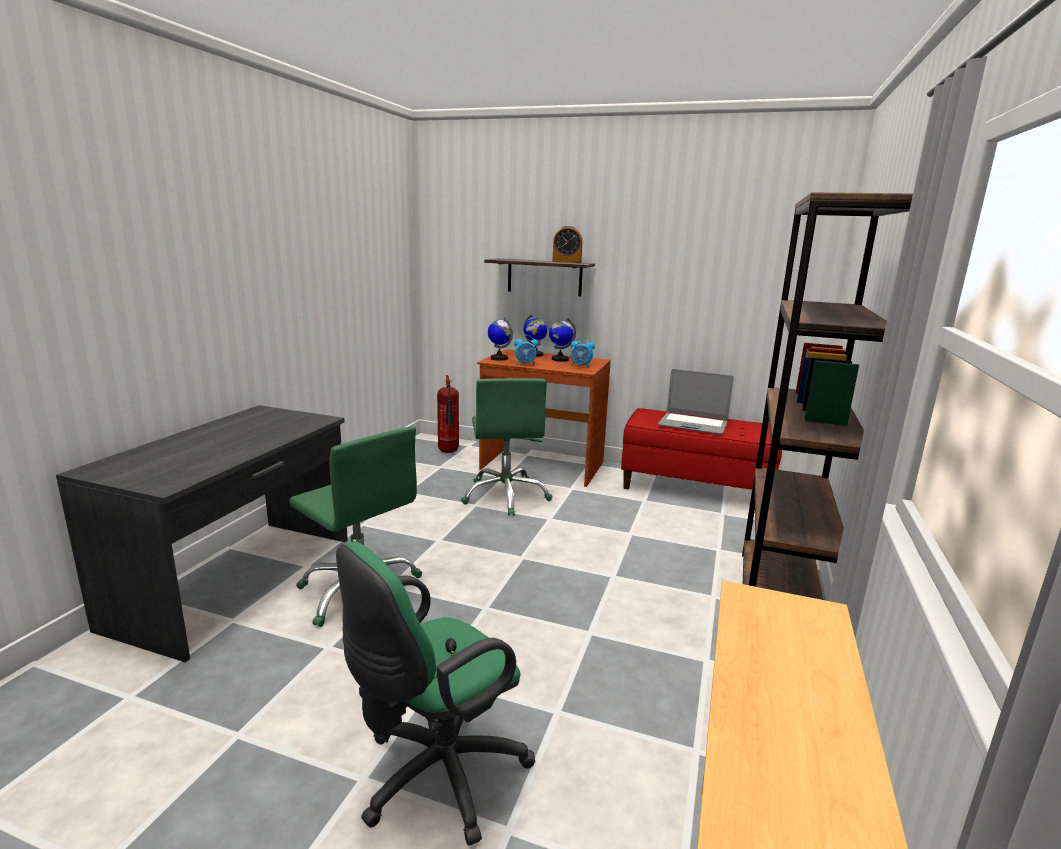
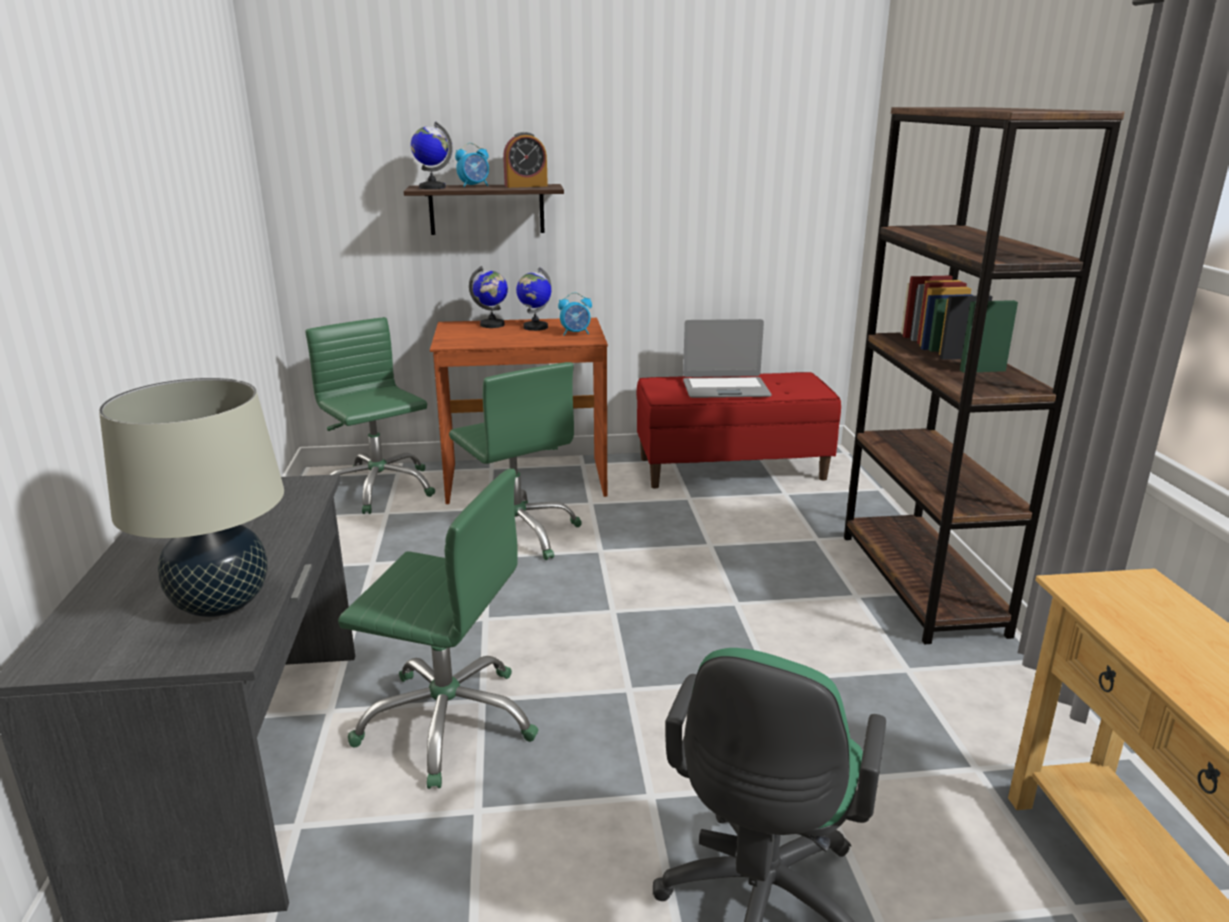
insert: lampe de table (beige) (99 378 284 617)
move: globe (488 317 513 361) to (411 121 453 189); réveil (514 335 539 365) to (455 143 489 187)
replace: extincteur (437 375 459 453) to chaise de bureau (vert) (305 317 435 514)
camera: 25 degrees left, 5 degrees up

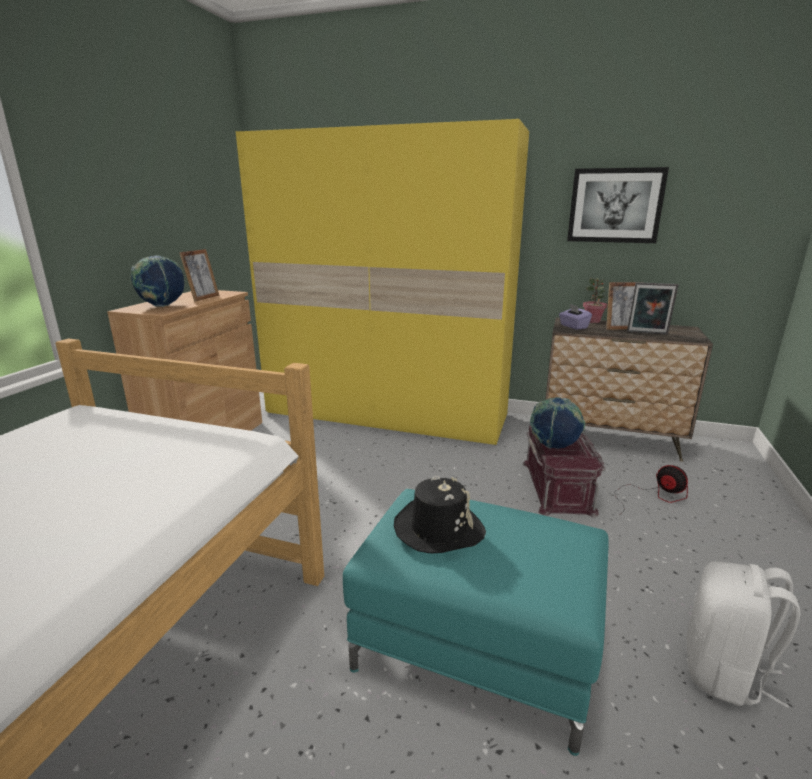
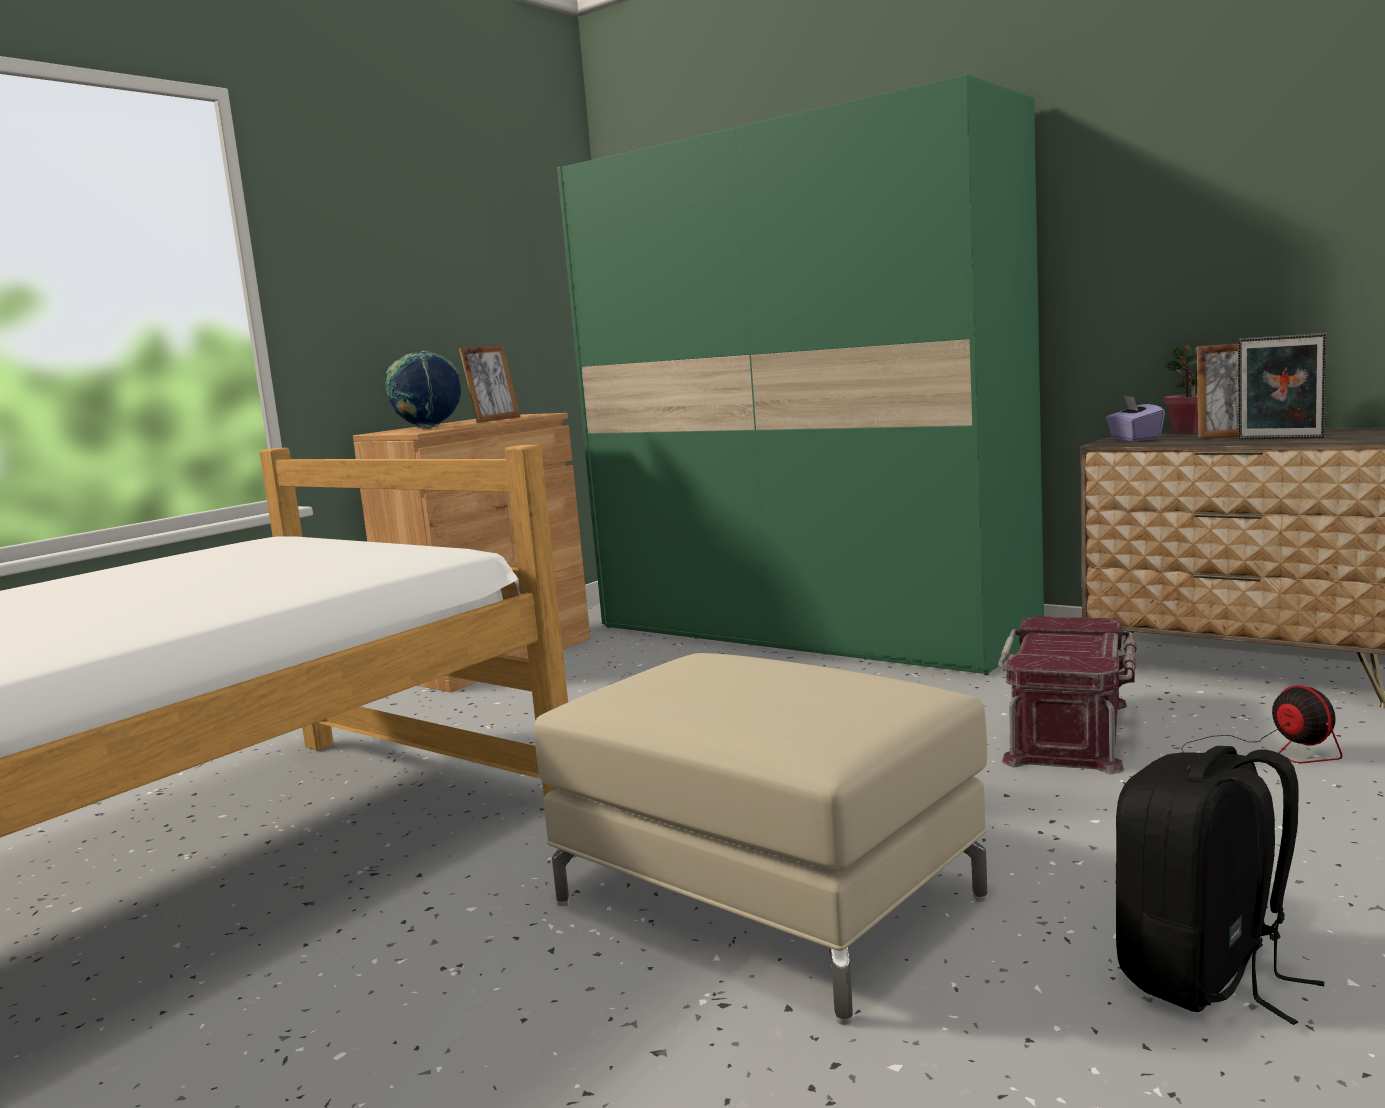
delete: chapeau (noir) (394 476 486 553); globe (530 397 585 449); tableau (567 167 669 243)
recolor: pouf (turquoise) (343 489 609 756) to pouf (beige) (534 653 987 1025); armoire (jaune) (236 119 529 445) to armoire (vert) (557 74 1044 675); sac à dos (blanc) (686 562 800 708) to sac à dos (noir) (1115 746 1324 1025)
camera: 20 degrees right, 10 degrees down

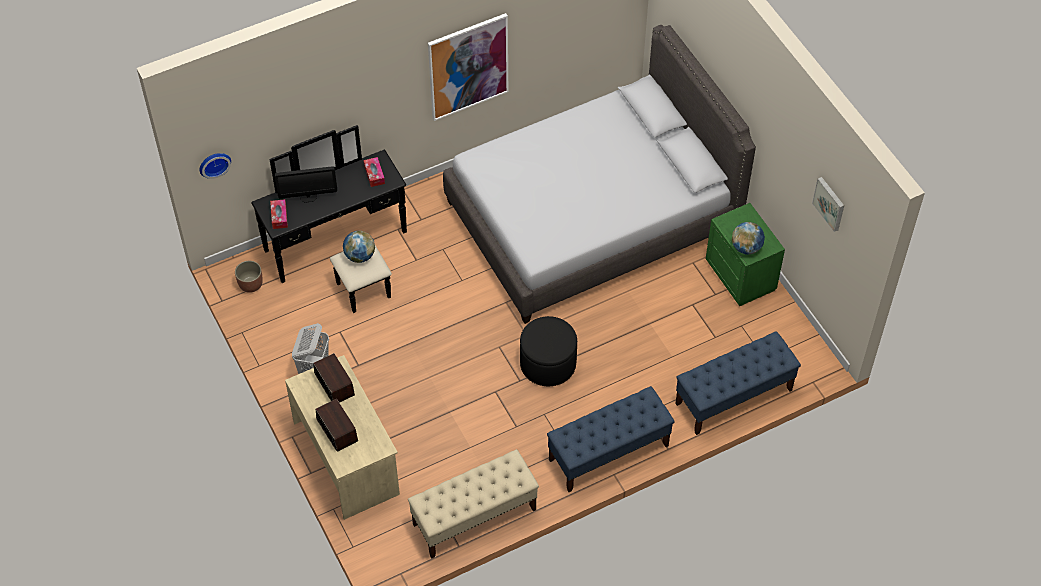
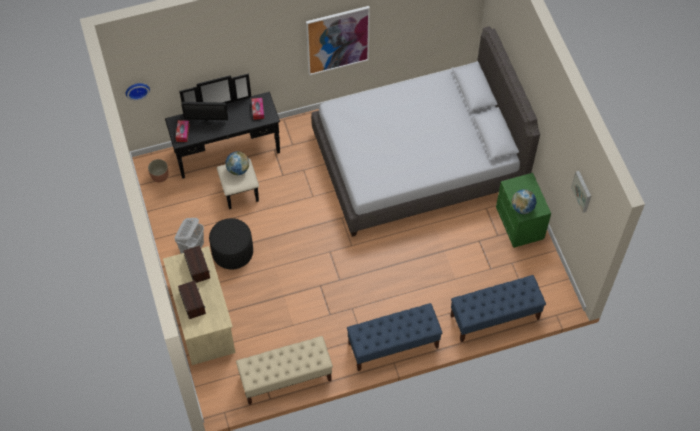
move: pouf (noir) (520 316 577 386) to (209 218 253 269)
camera: 10 degrees right, 5 degrees up

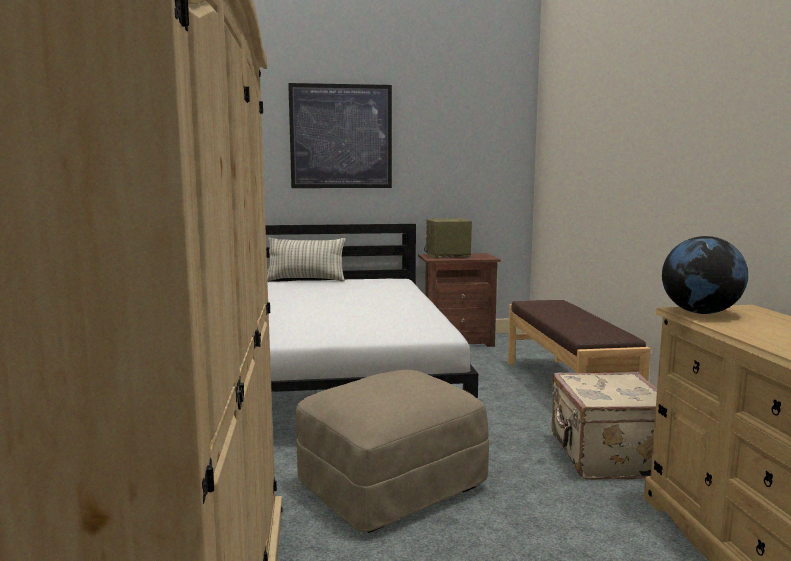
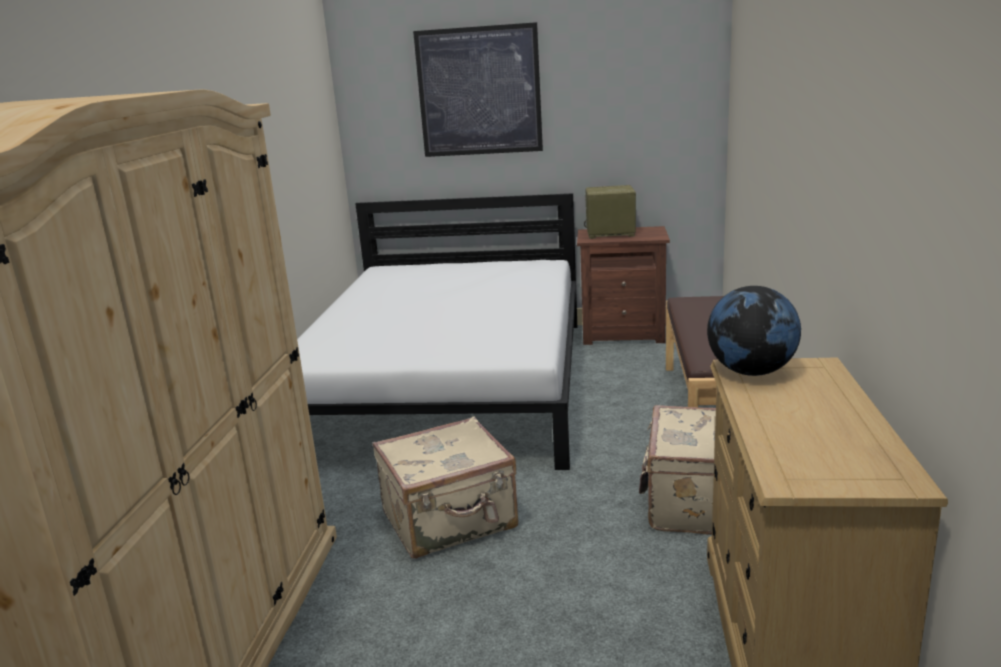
delete: coussin (267 238 346 281)
replace: pouf (beige) (296 370 489 533) to valise (beige) (372 416 518 559)
camera: 15 degrees right, 10 degrees up

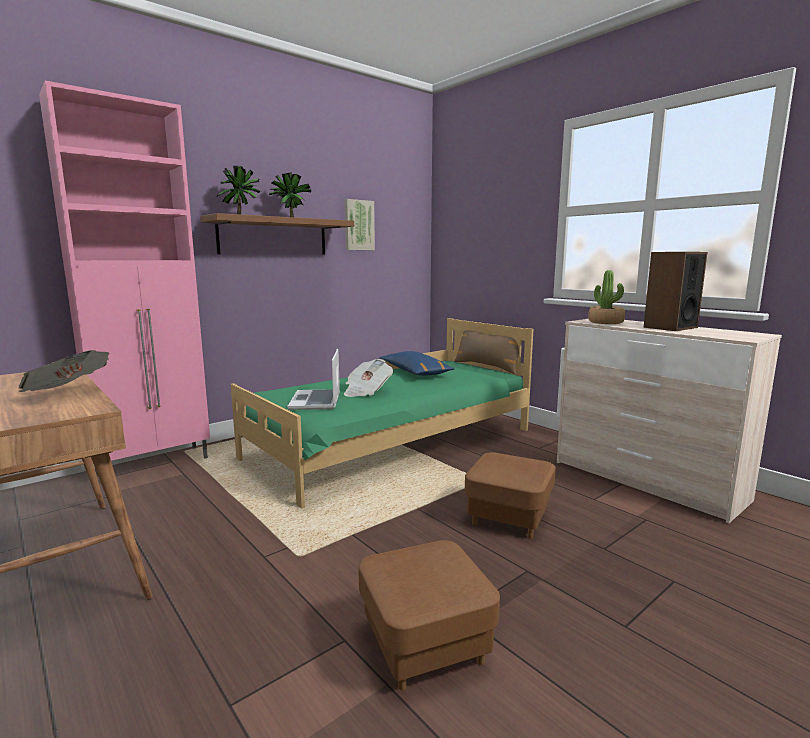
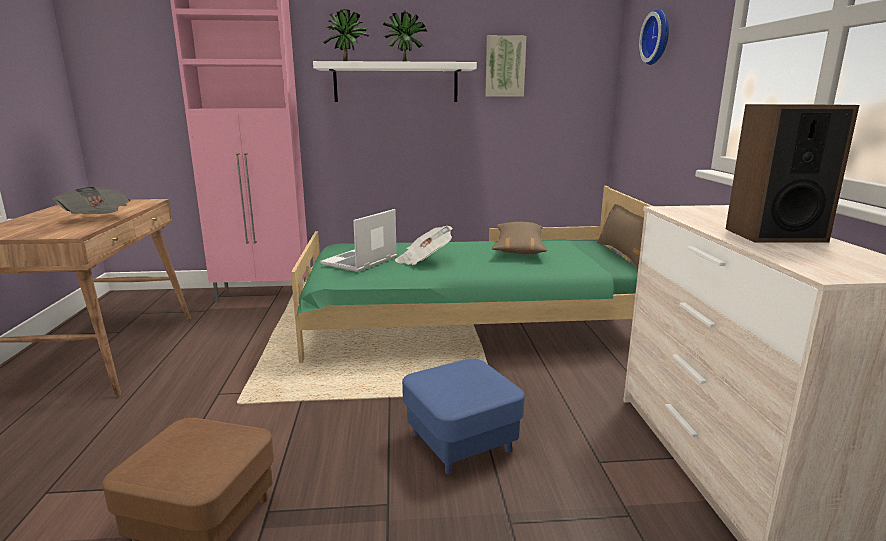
delete: plante en pot (588 270 625 324)
insert: horloge murale (639 9 669 65)
recolor: étagère (marron) (200 213 354 255) to étagère (blanc) (313 61 477 102); pouf (marron) (465 452 556 539) to pouf (bleu) (402 358 525 474); coussin (bleu) (379 351 455 376) to coussin (marron) (492 222 547 255)
camera: 35 degrees right, 5 degrees up

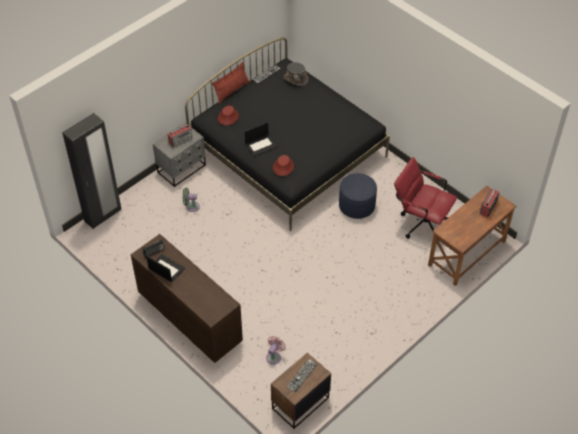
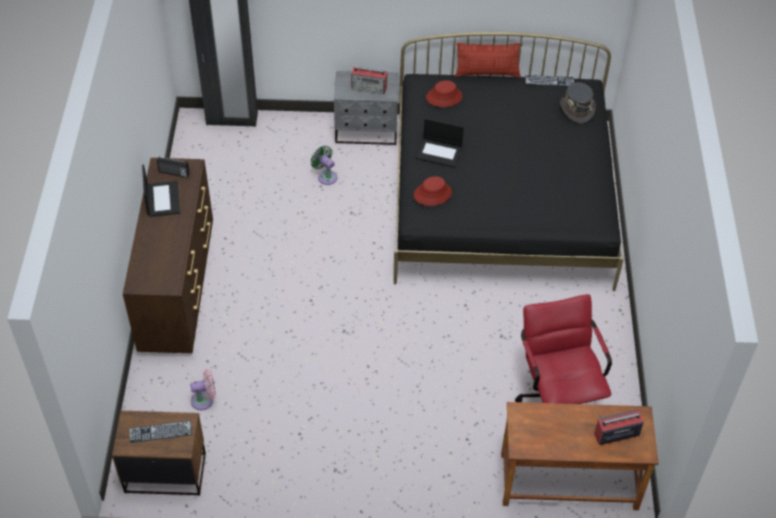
delete: pouf (bleu) (339 173 377 219)
camera: 45 degrees right, 0 degrees up

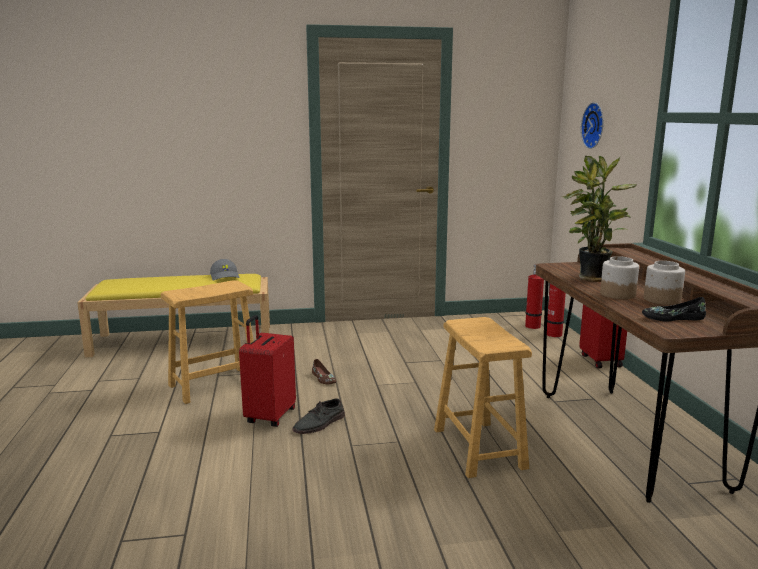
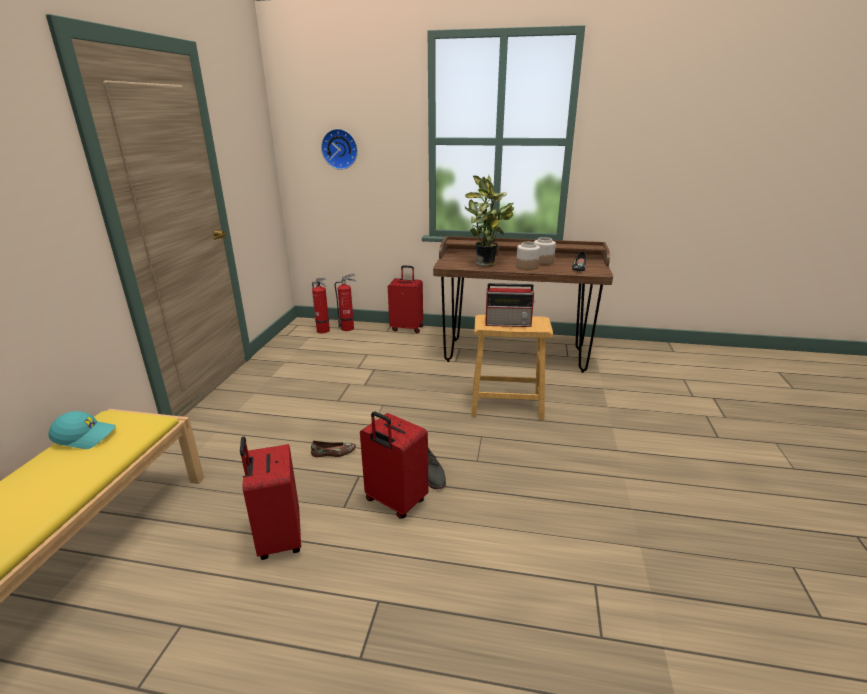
insert: radio (486 283 535 327)
replace: tabouret (marron) (161 280 254 404) to valise (rouge) (240 437 301 560)
recolor: casquette (gris) (210 259 240 280) to casquette (turquoise) (48 411 116 449)
camera: 70 degrees left, 10 degrees up

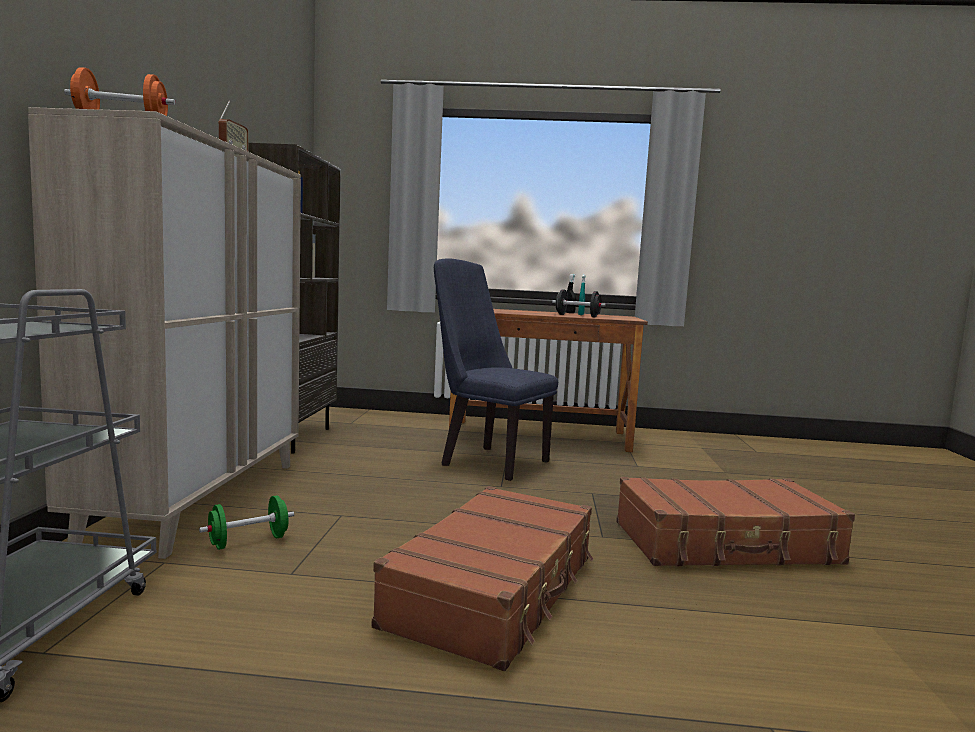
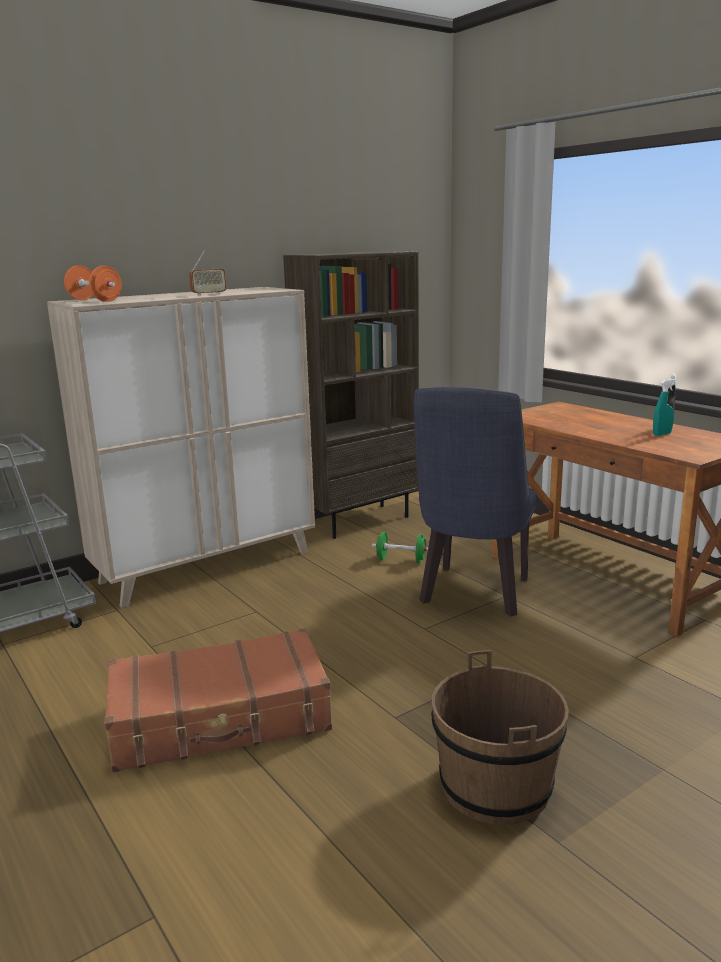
delete: haltère (noir) (552 289 606 317)
move: haltère (vert) (199 495 294 550) to (372 532 428 563)
replace: valise (marron) (616 477 855 567) to seau (marron) (431 650 569 825)
rotate: chaise (bleu) (434 258 558 481) = (414 387 537 616) 150 degrees counterclockwise
camera: 50 degrees right, 10 degrees up

